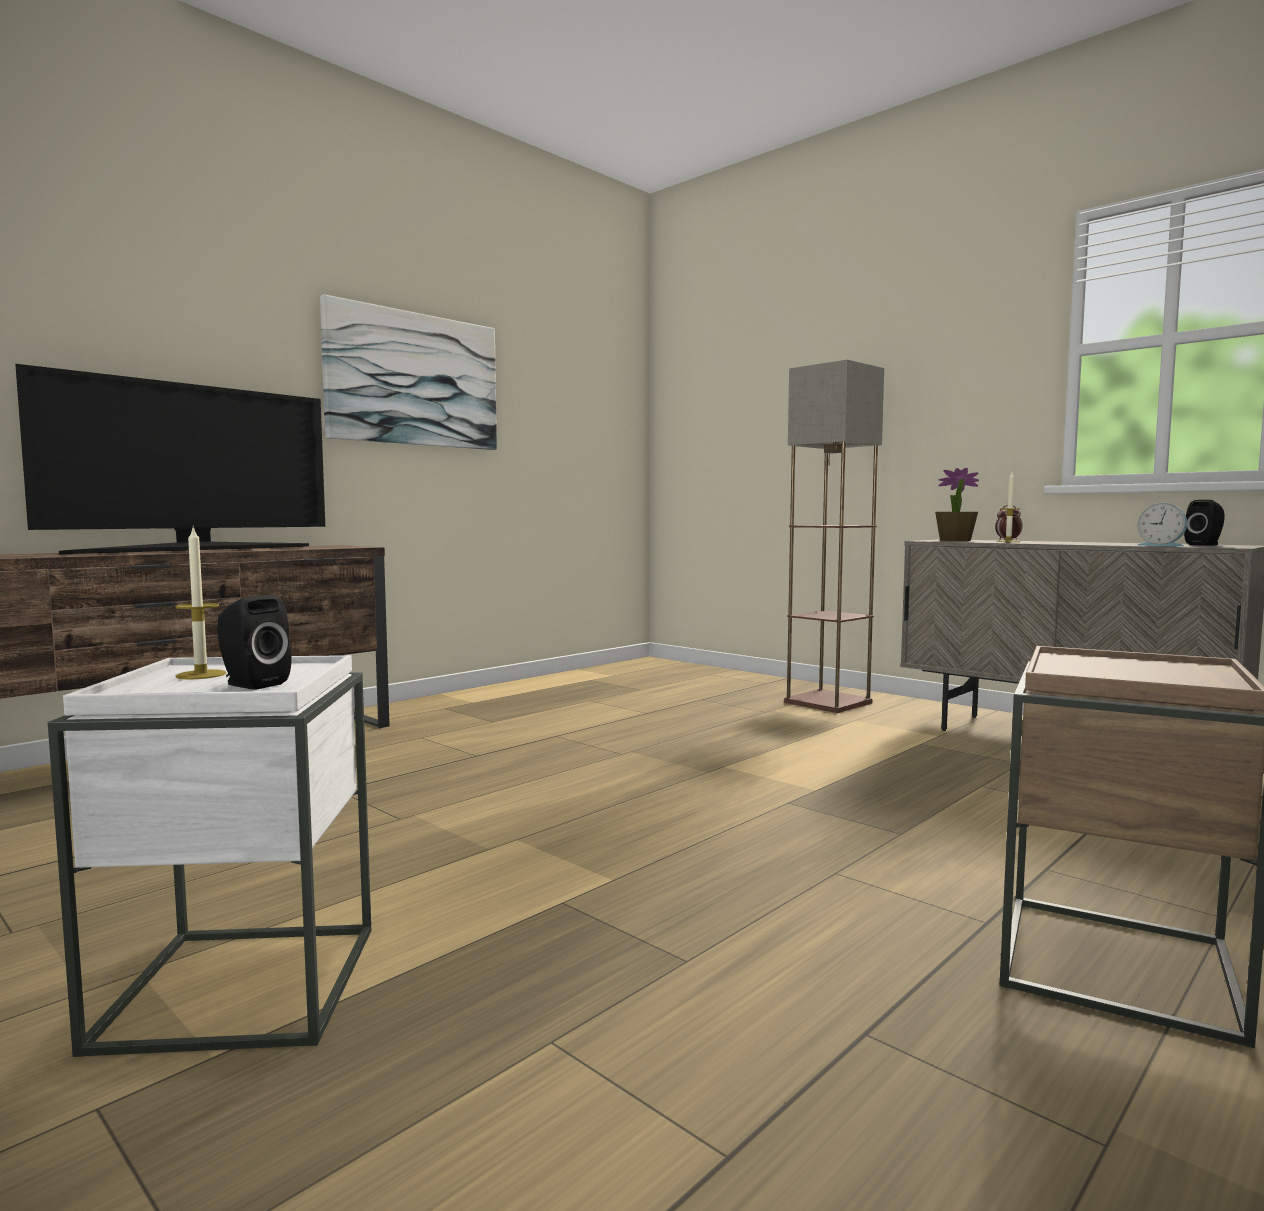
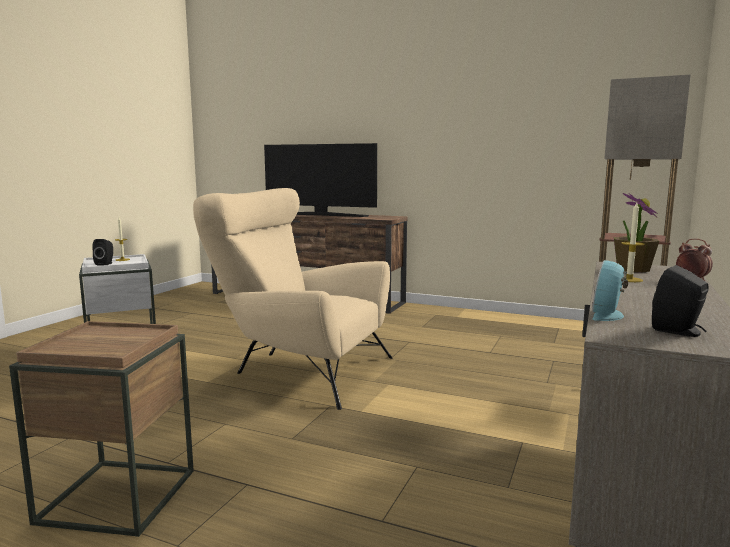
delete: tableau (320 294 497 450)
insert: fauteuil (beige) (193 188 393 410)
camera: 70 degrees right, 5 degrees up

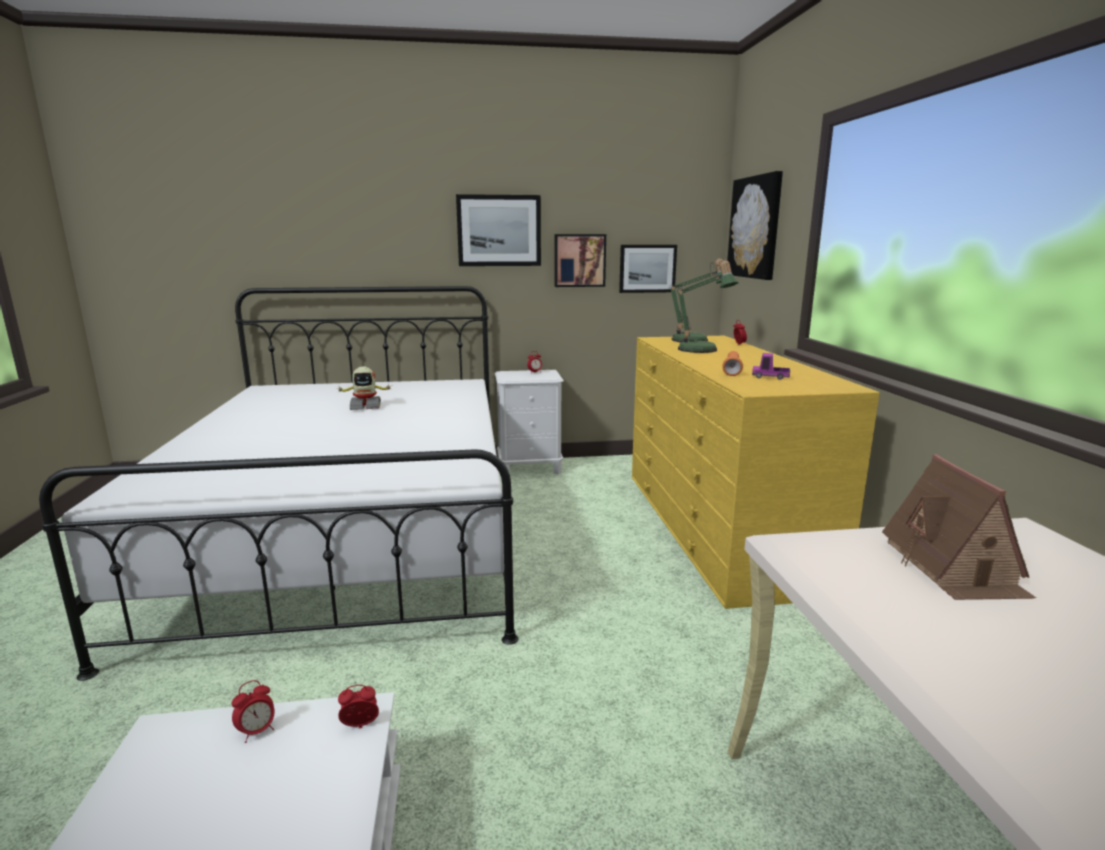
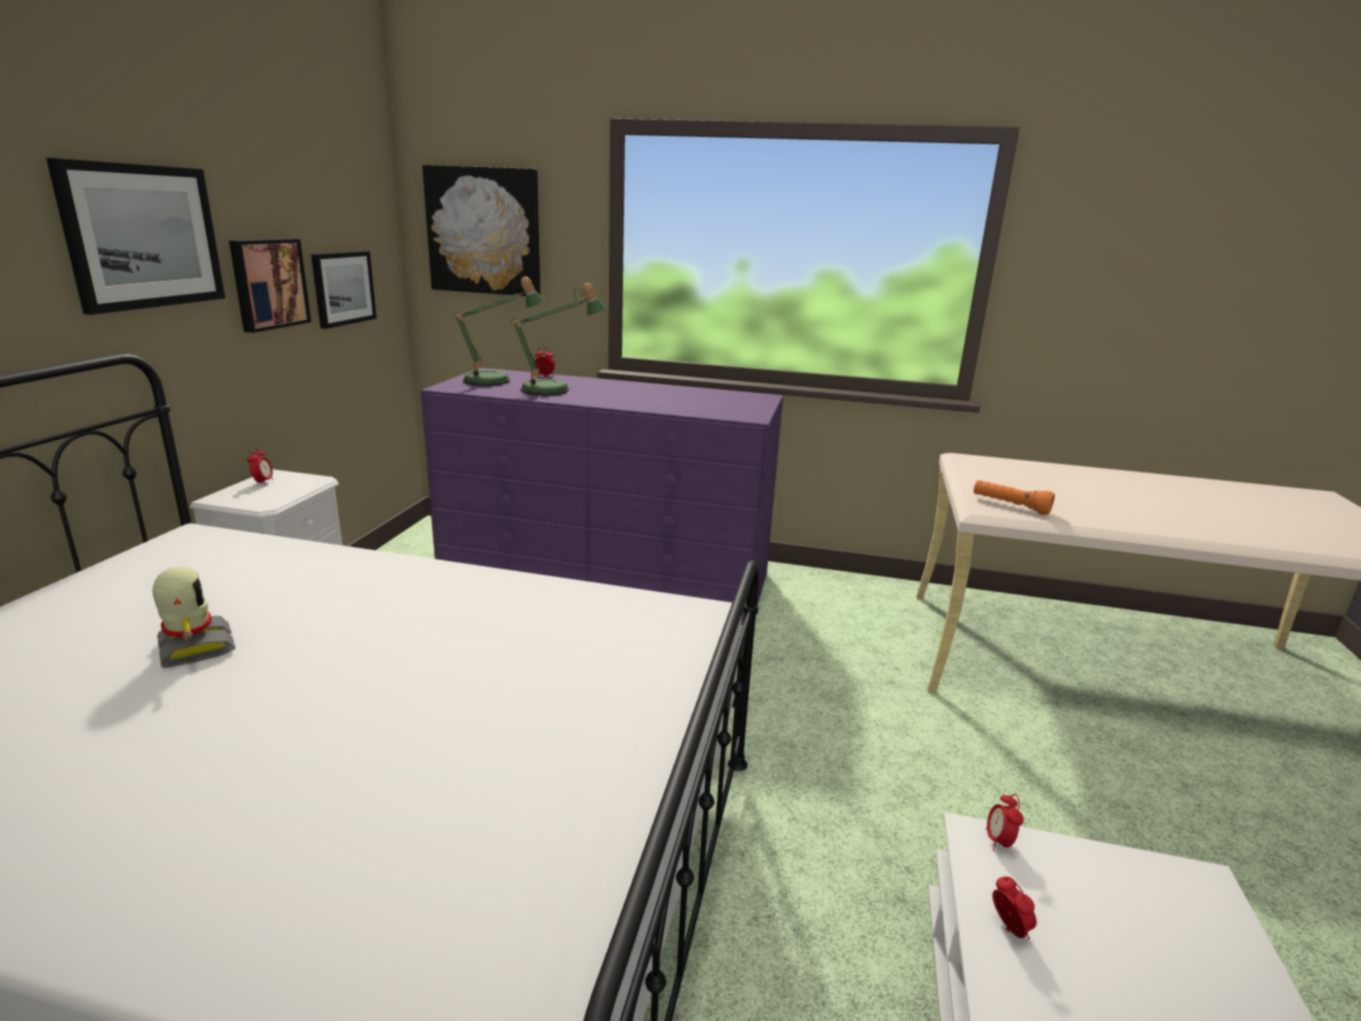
delete: camion jouet (752 353 790 380); maison miniature (882 454 1036 600)
move: lampe de poche (orange) (722 351 743 376) to (974 480 1055 515)
recolor: commode (jaune) (632 336 880 609) to commode (violet) (421 368 783 625)
rotate: robot jouet (336 366 393 410) = (152 566 235 668) 45 degrees counterclockwise
camera: 70 degrees left, 5 degrees up

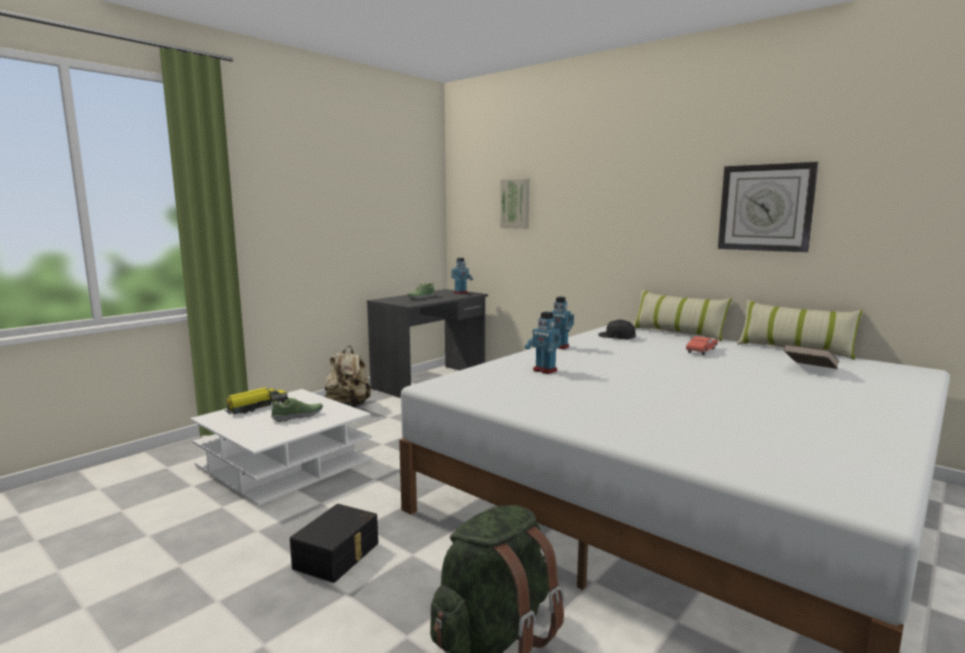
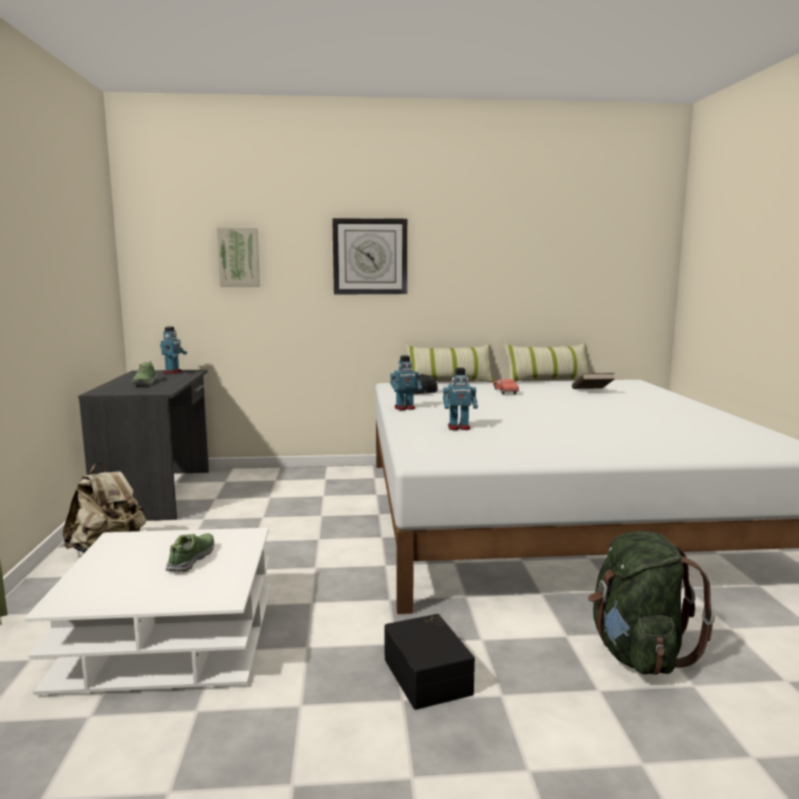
delete: camion jouet (225 388 288 415)
move: horloge murale (718 162 818 252) to (332 218 407 294)
camera: 45 degrees left, 0 degrees up

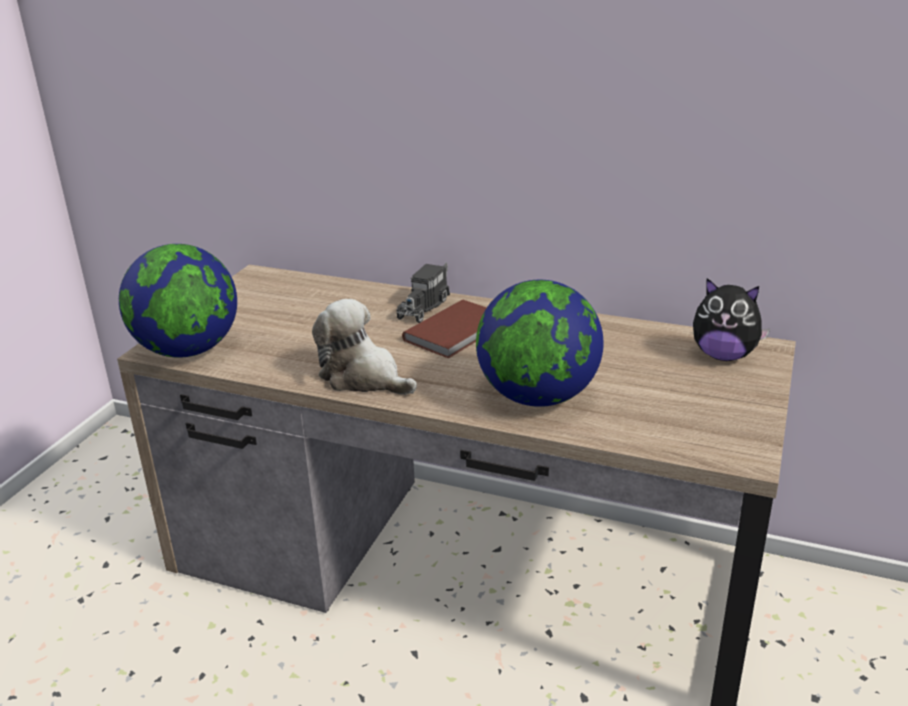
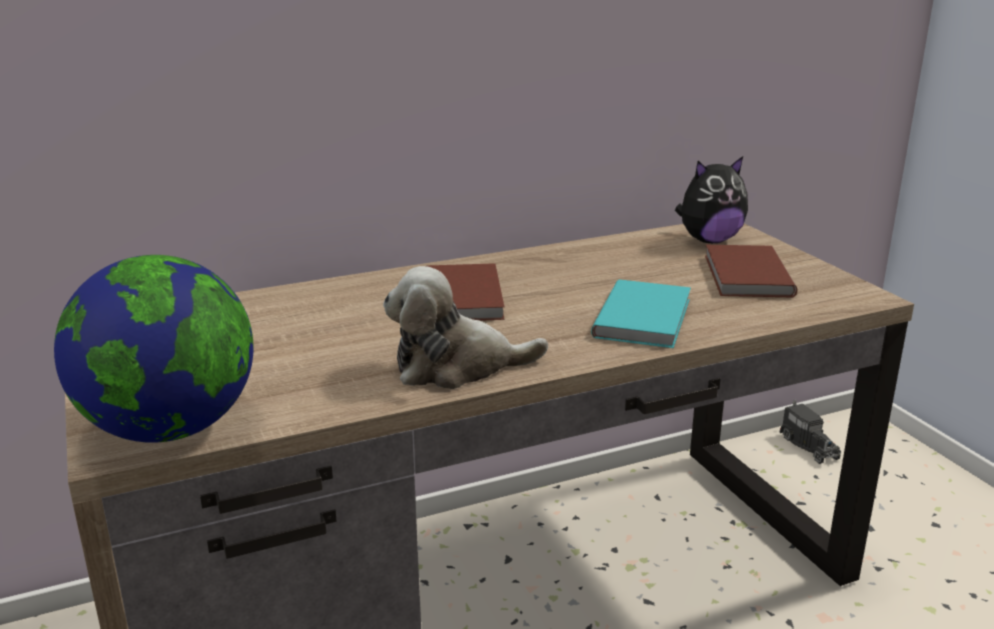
insert: livre (marron) (705 245 797 298)
move: camion jouet (396 262 450 323) to (779 399 841 464)
replace: globe (476 280 604 407) to livre (turquoise) (591 279 691 348)
camera: 45 degrees left, 5 degrees down

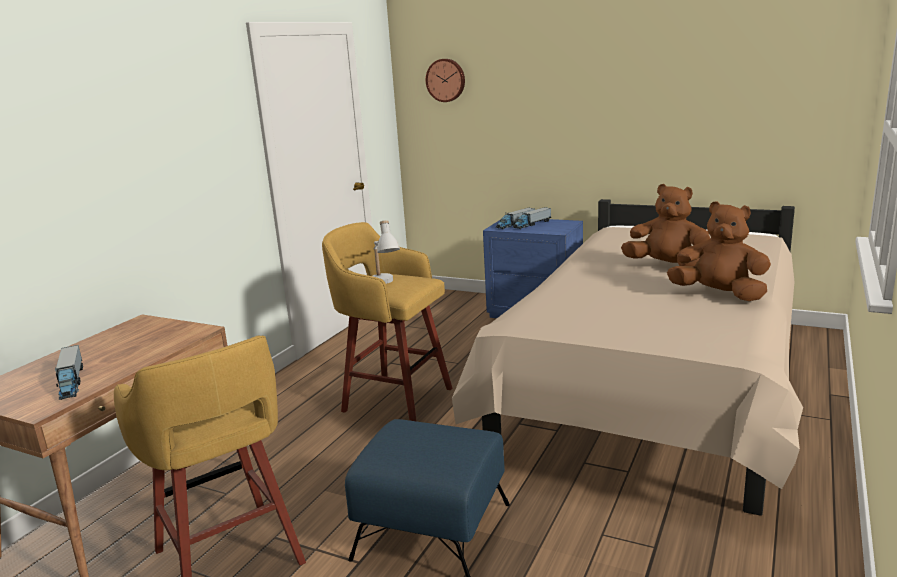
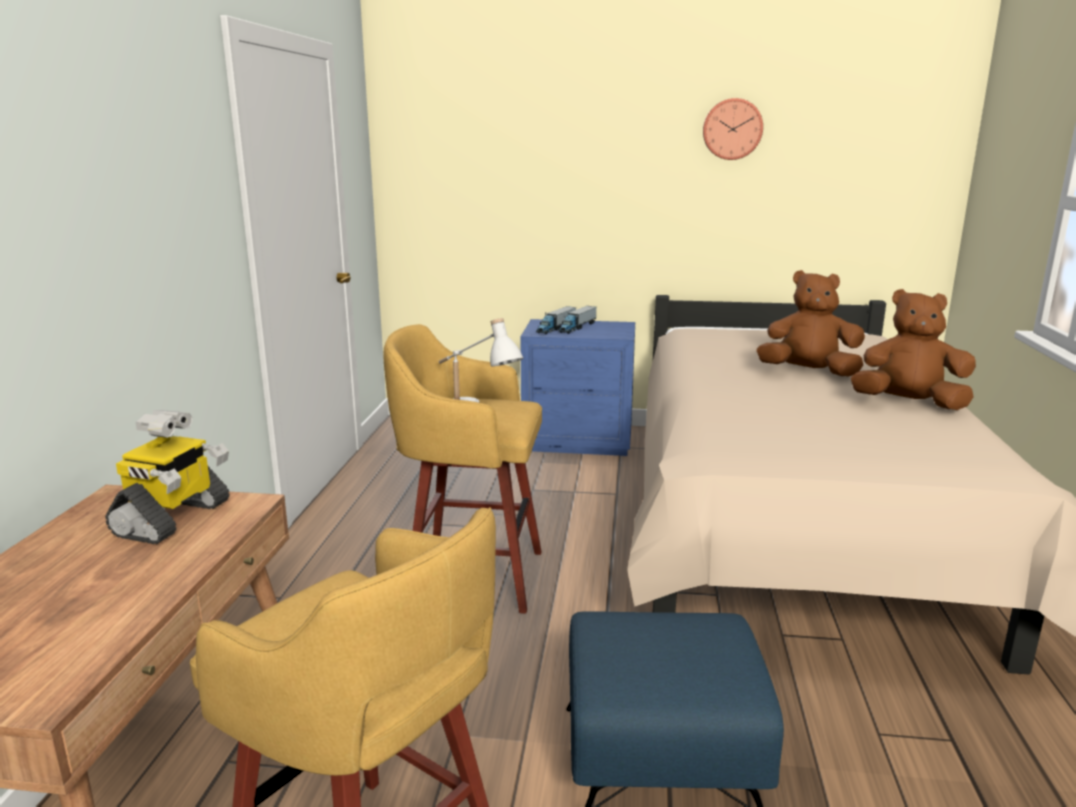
delete: camion jouet (55 345 83 400)
insert: robot jouet (105 410 230 544)
move: horloge murale (426 59 465 102) to (703 98 763 160)
camera: 20 degrees left, 0 degrees up

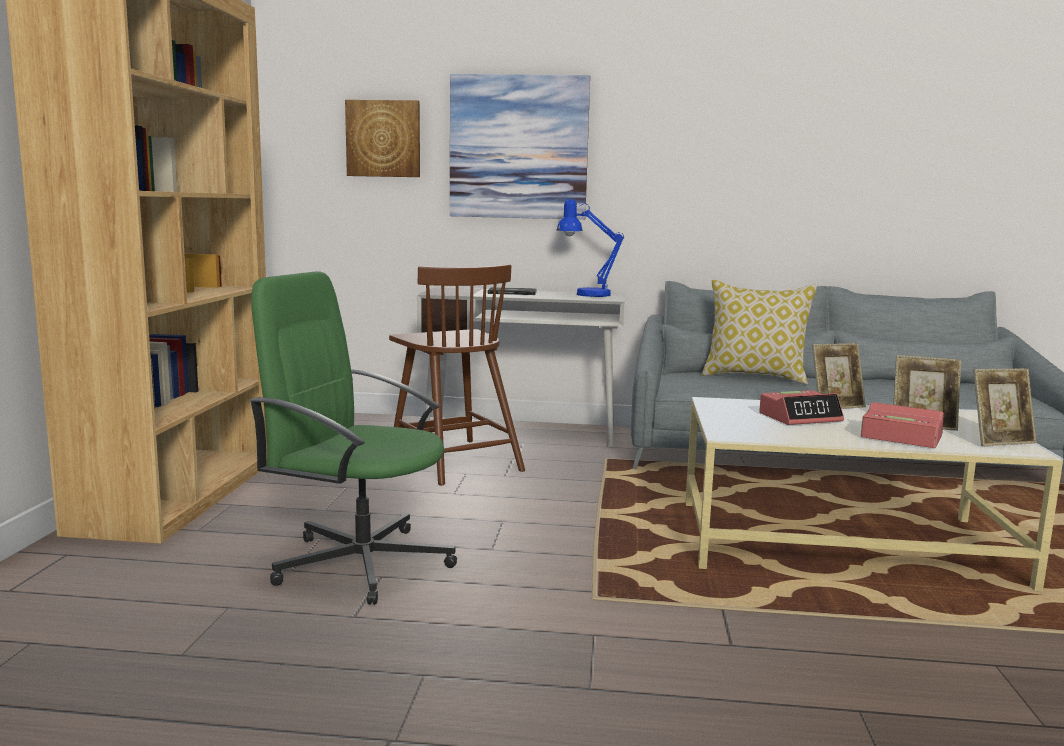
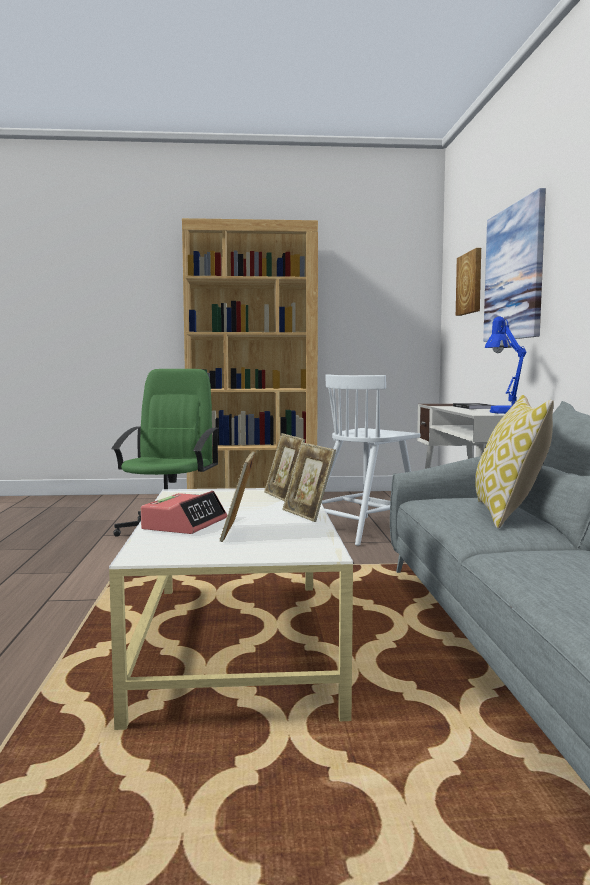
delete: réveil (759 390 844 425)
move: cadre photo (973 369 1036 446) to (264 433 305 502)
recolor: chaise (marron) (389 264 525 486) to chaise (blanc) (321 374 420 546)
camera: 80 degrees right, 5 degrees down

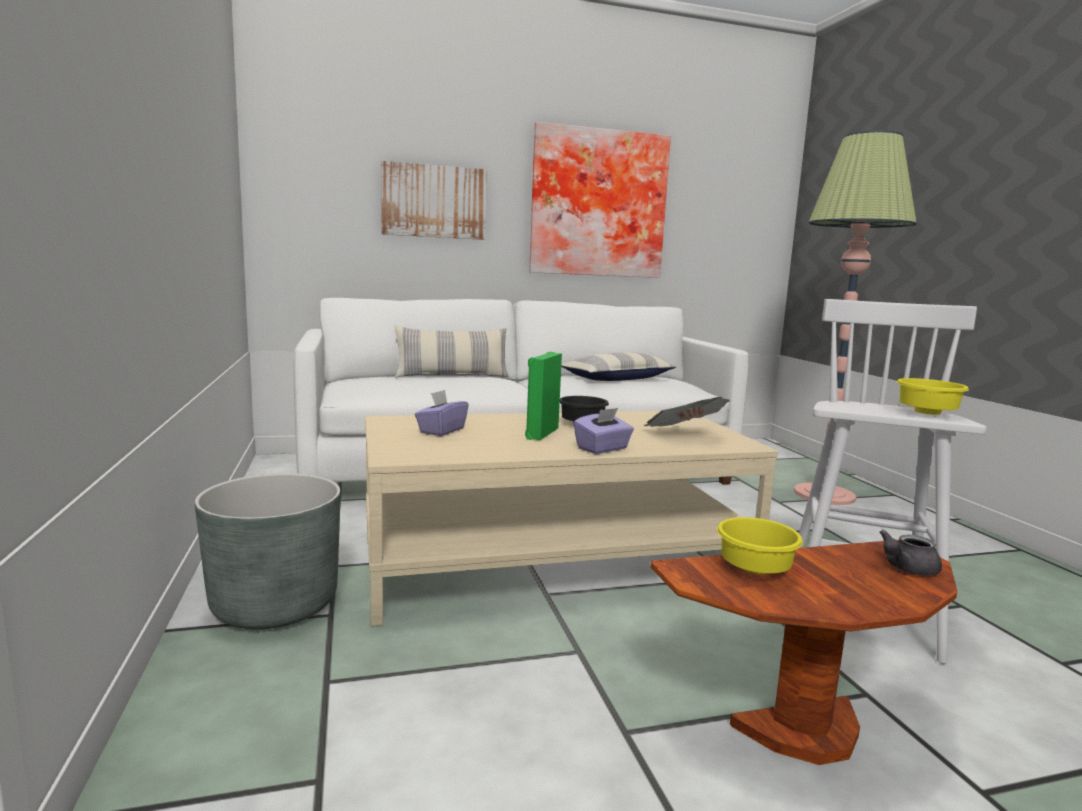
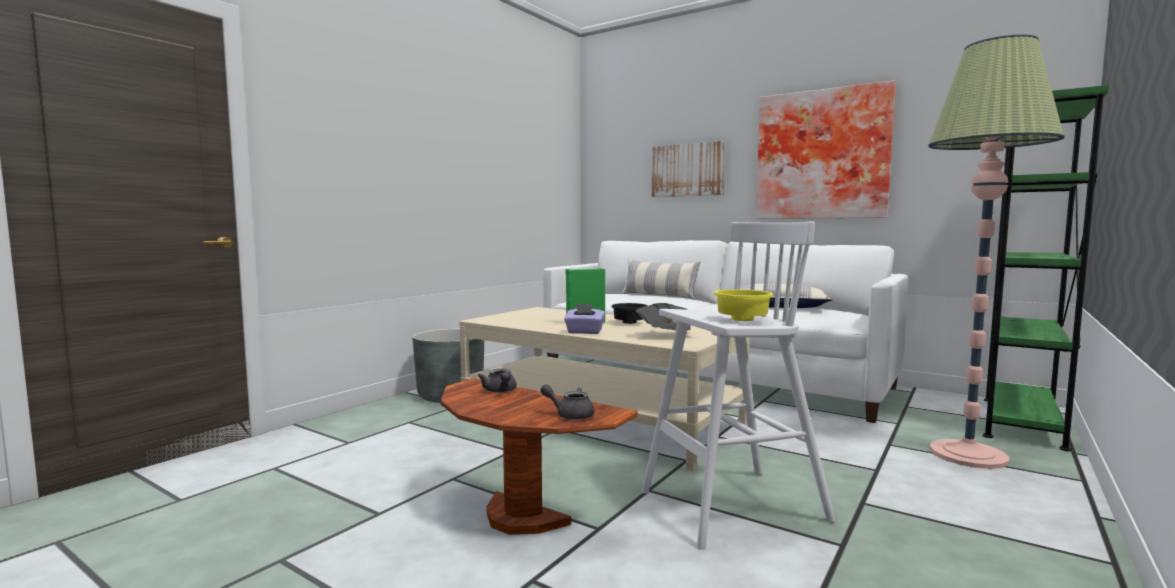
delete: boîte à mouchoirs (violet) (415 390 469 436)
insert: bibliothèque (vert) (983 85 1109 451)
replace: bol (jaune) (717 517 803 574) to théière (gris) (478 369 516 393)
camera: 50 degrees right, 5 degrees down

